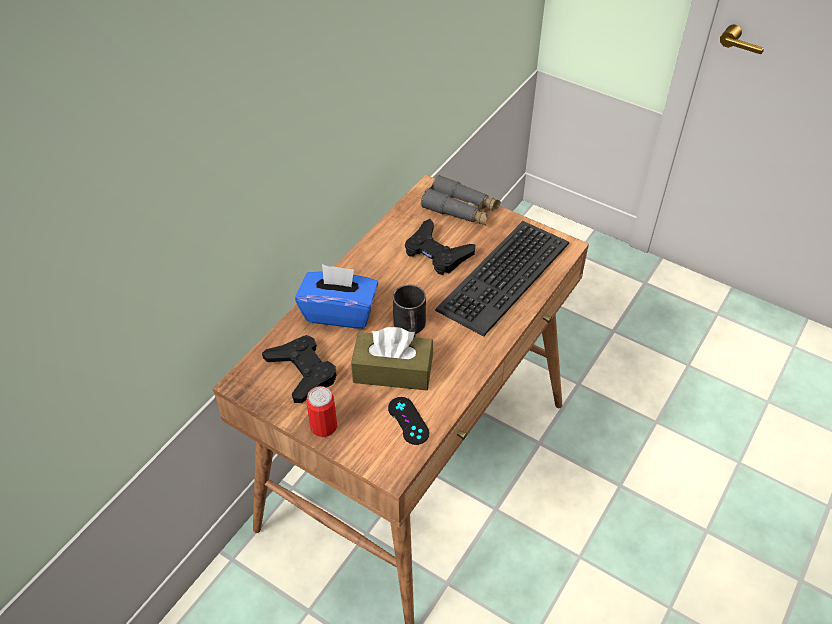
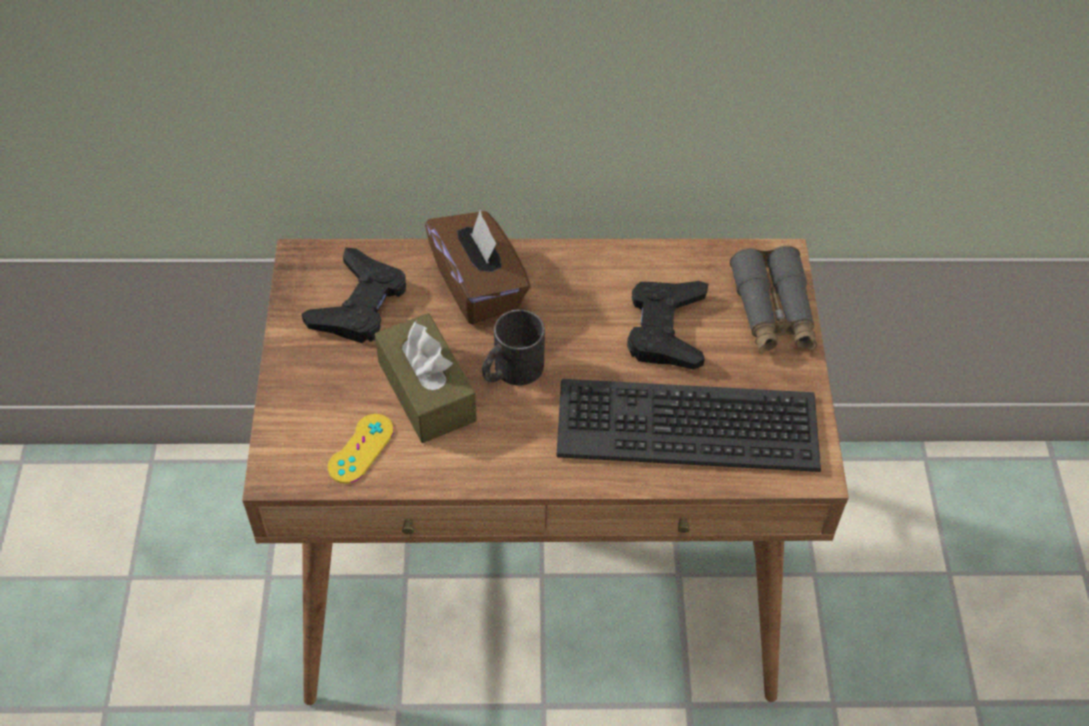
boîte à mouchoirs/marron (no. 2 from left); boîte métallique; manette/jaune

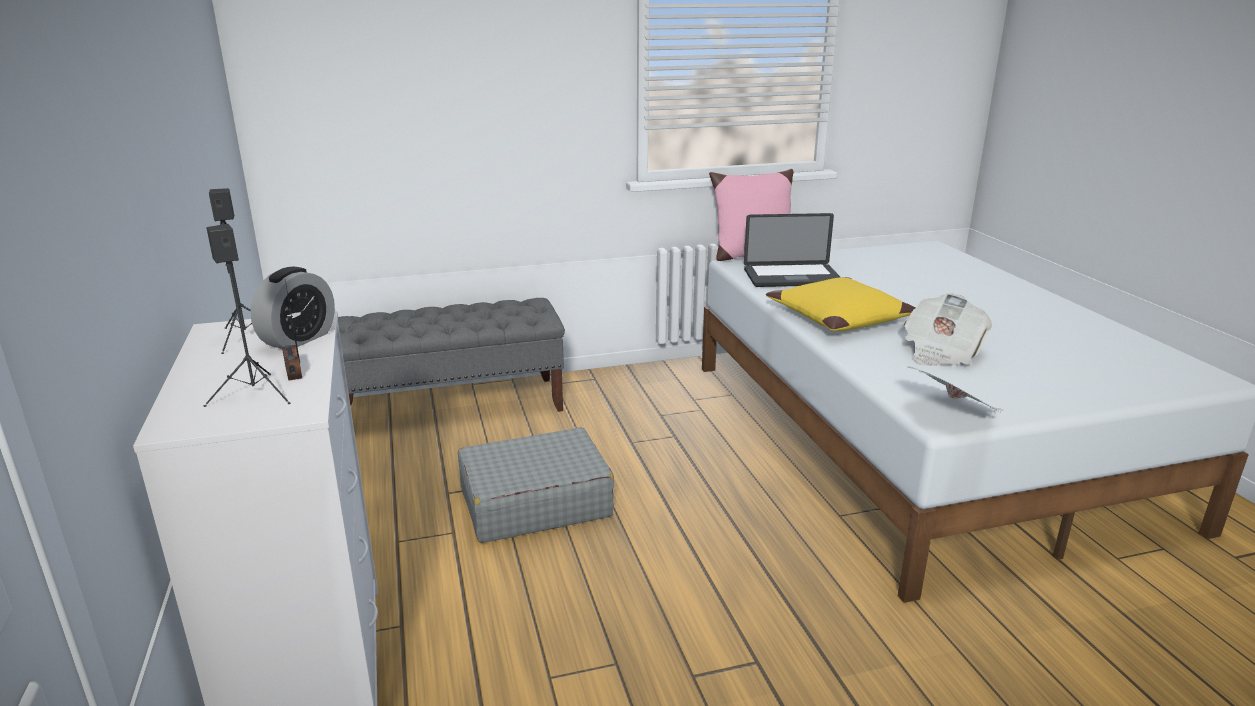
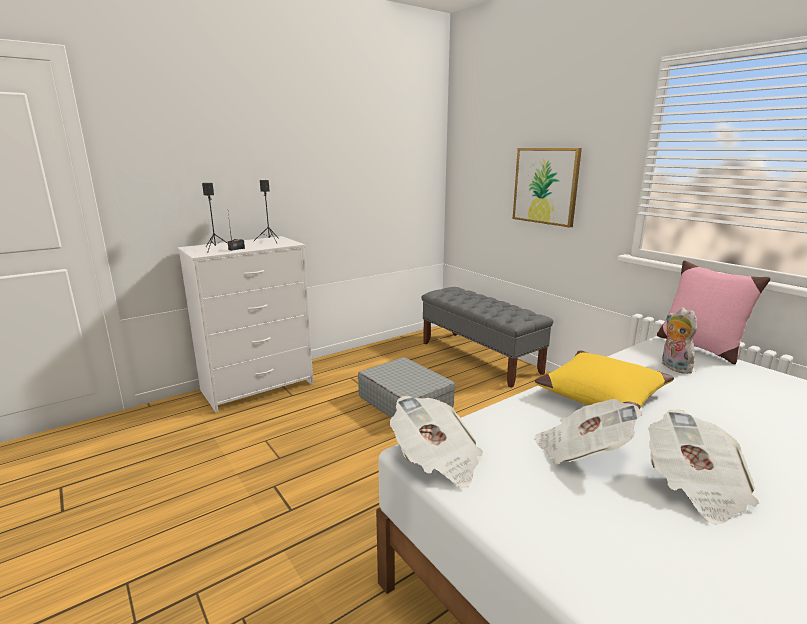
peluche; réveil; tableau; journal (no. 3 from left)

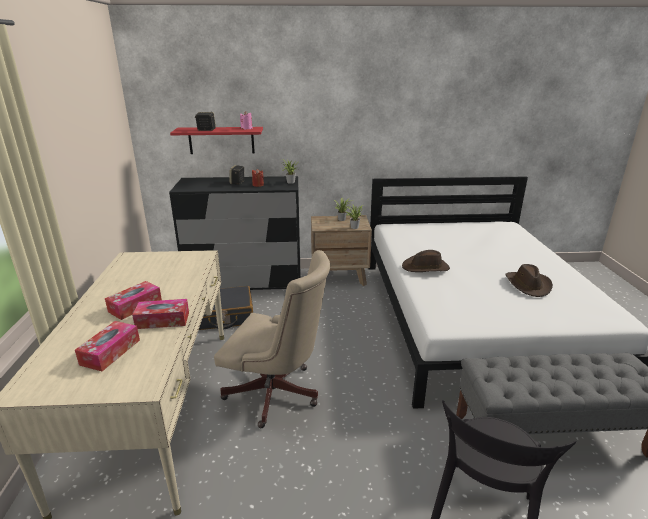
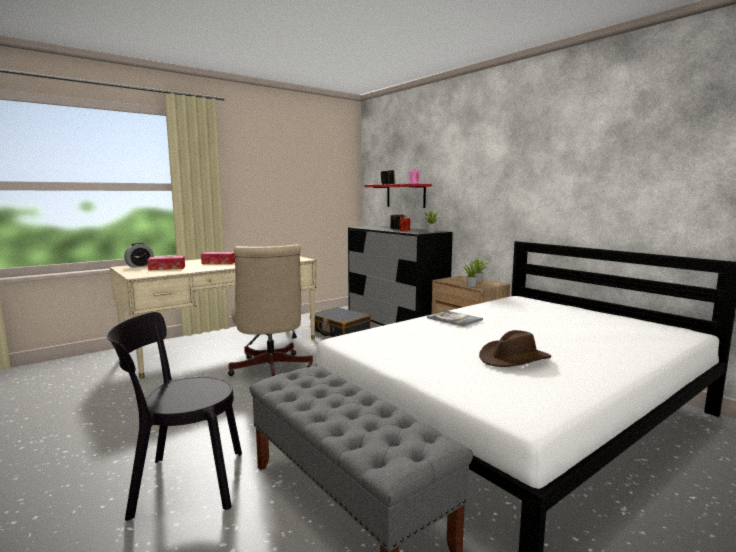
livre; boîte à mouchoirs (no. 3 from left in the first image); réveil

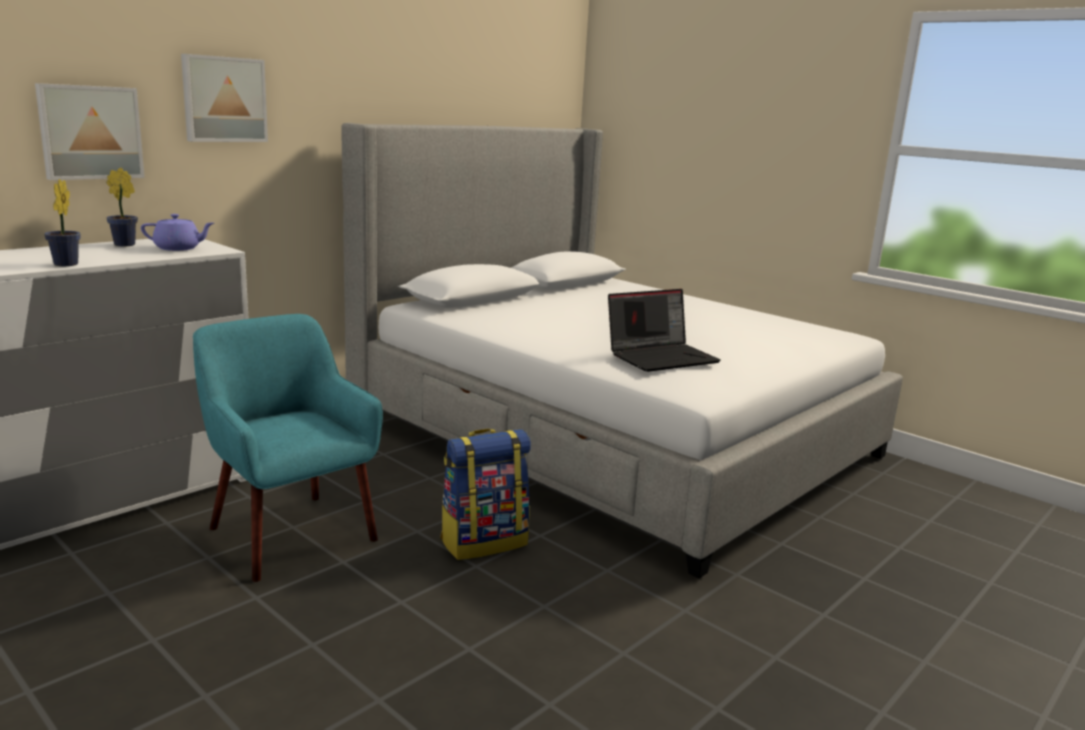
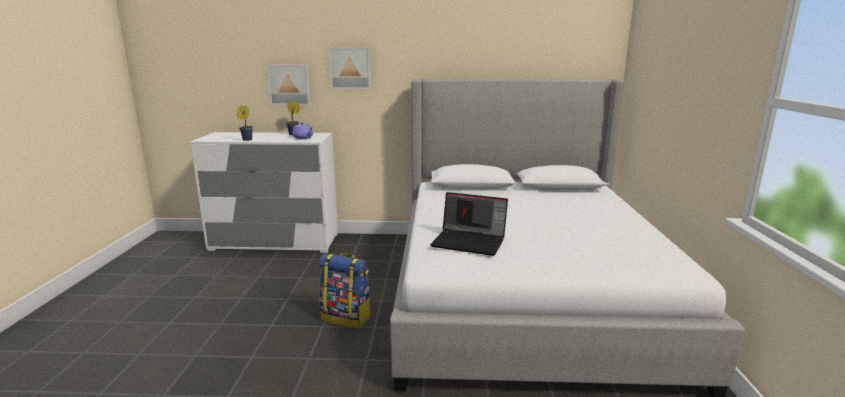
fauteuil/turquoise

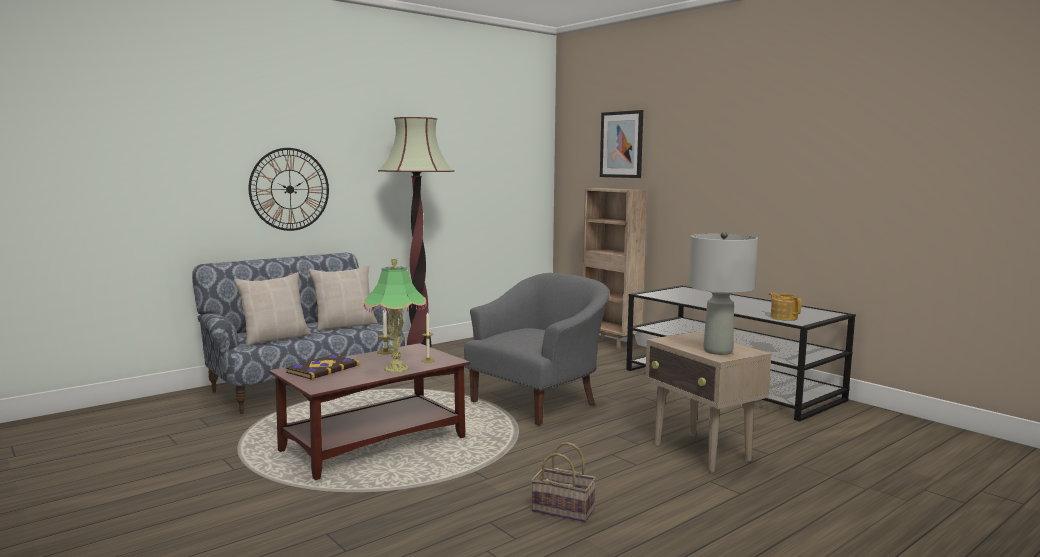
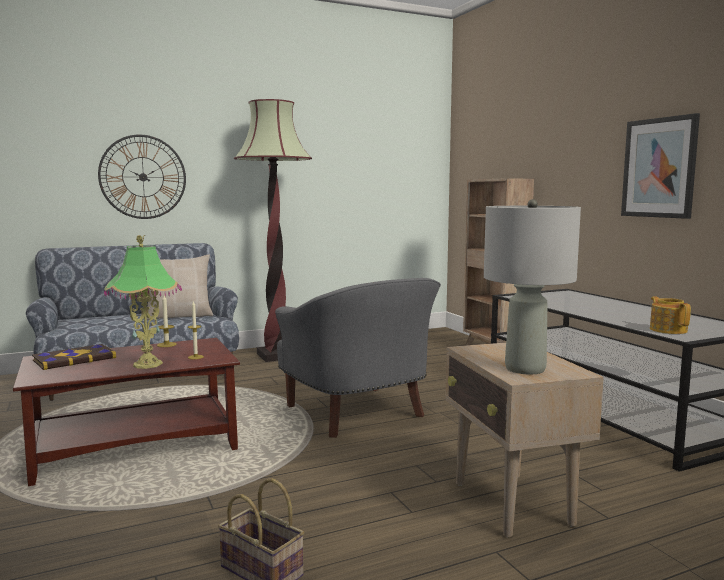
tableau; coussin/beige (no. 1 from left in the first image); fauteuil/gris

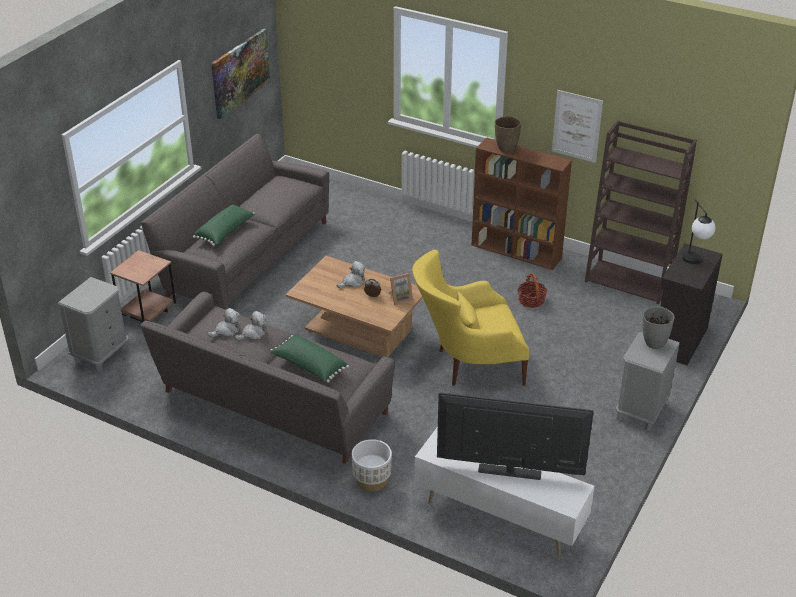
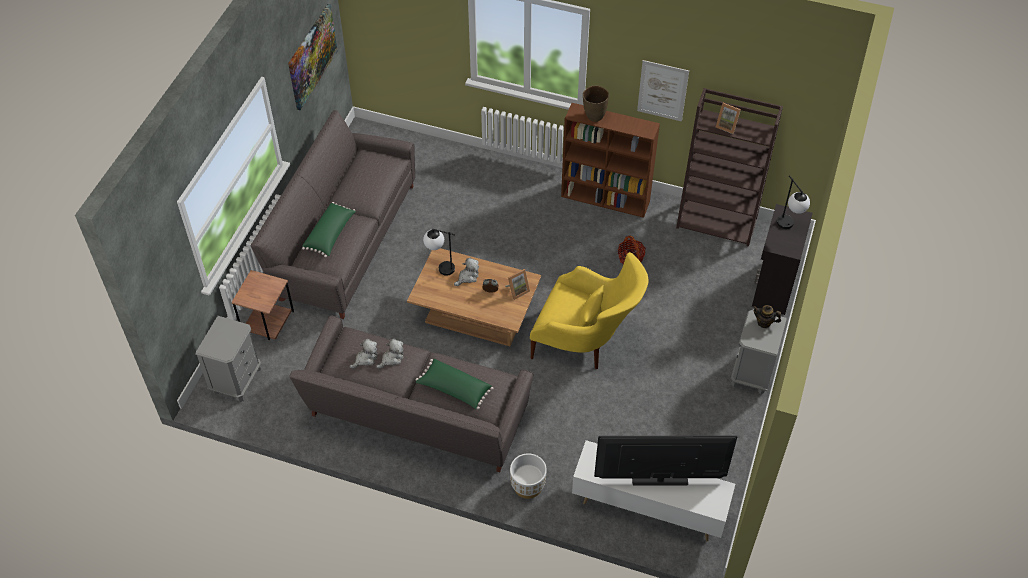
fauteuil/jaune; théière; cadre photo (no. 2 from left); lampe de table (no. 1 from left)

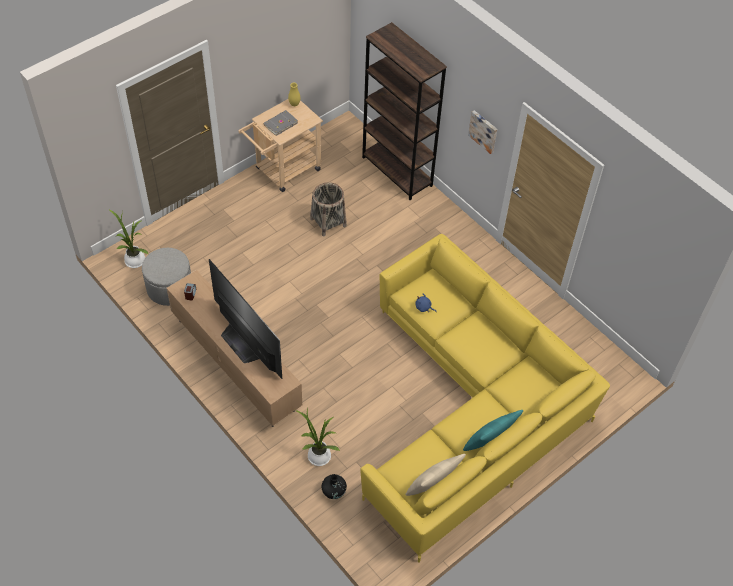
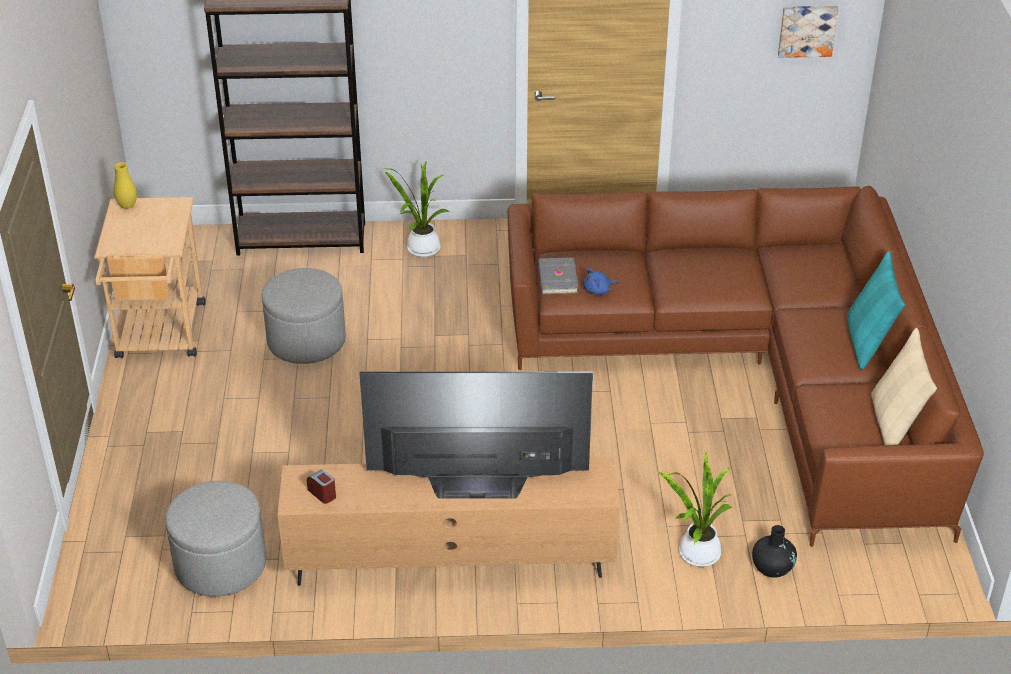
livre/gris; tableau; pouf/gris (no. 2 from left); plante en pot (no. 1 from left); canapé/marron

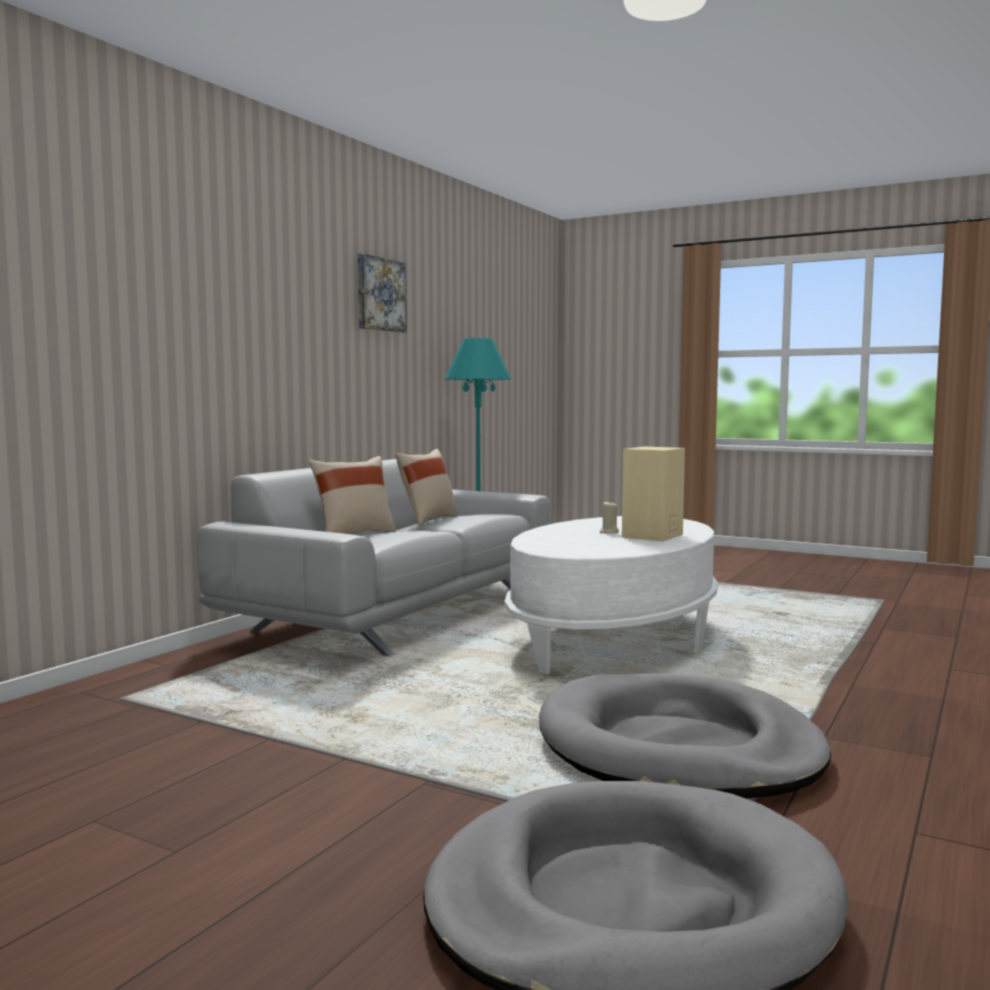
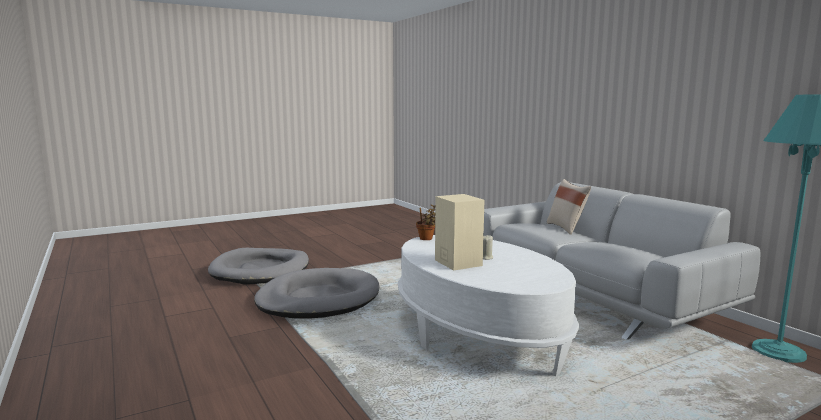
tableau; coussin/beige (no. 2 from left in the first image); plante en pot

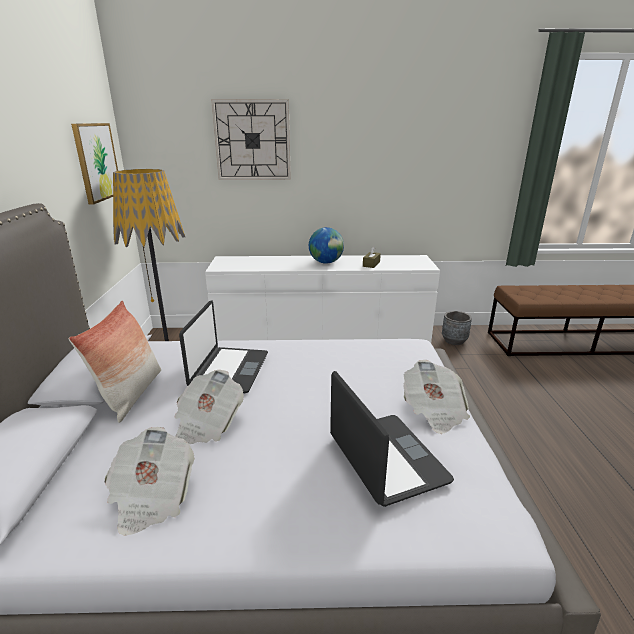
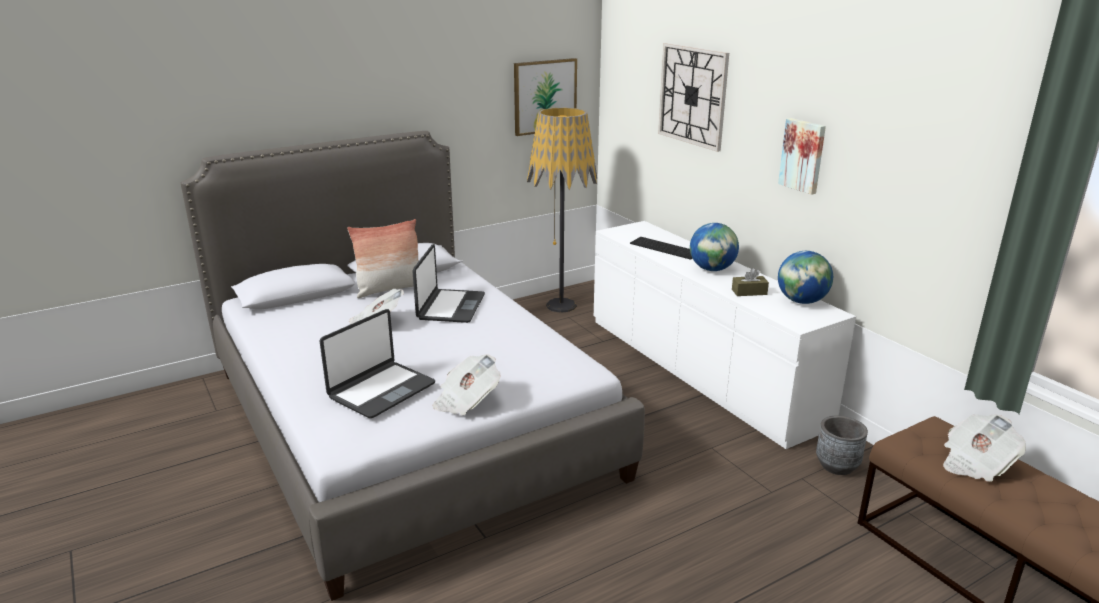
ordinateur portable (no. 2 from left); journal (no. 3 from left); tableau (no. 2 from left); clavier; globe (no. 2 from left)

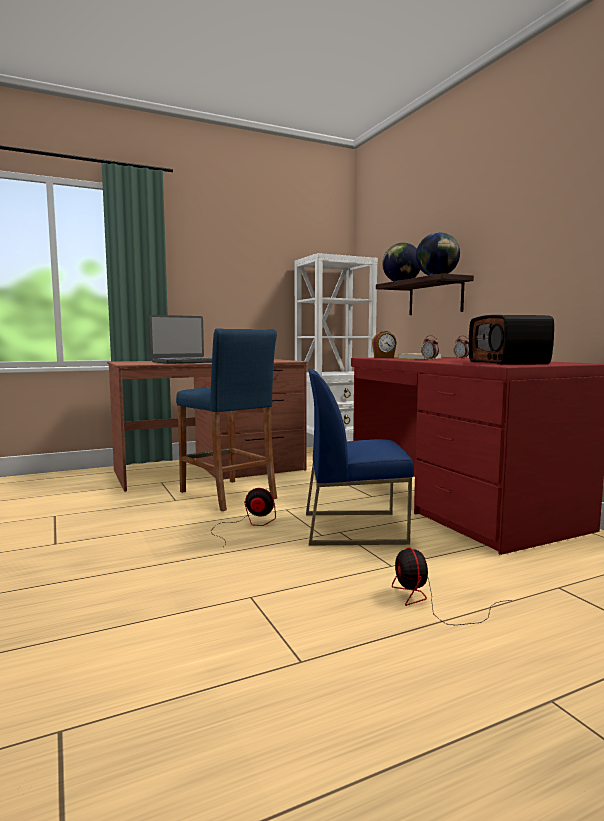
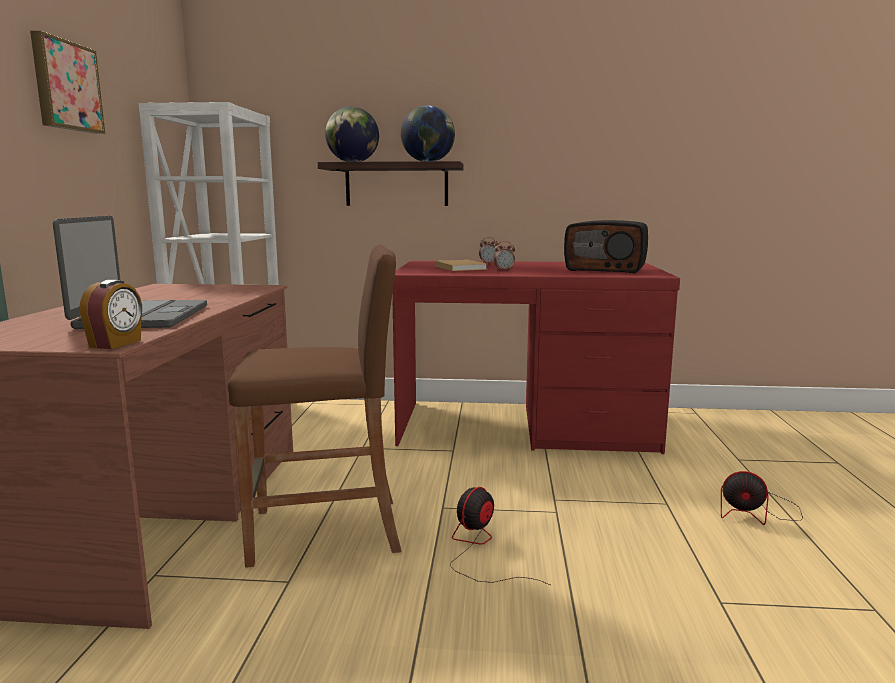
tabouret/marron; réveil (no. 1 from left); chaise/bleu; tableau

